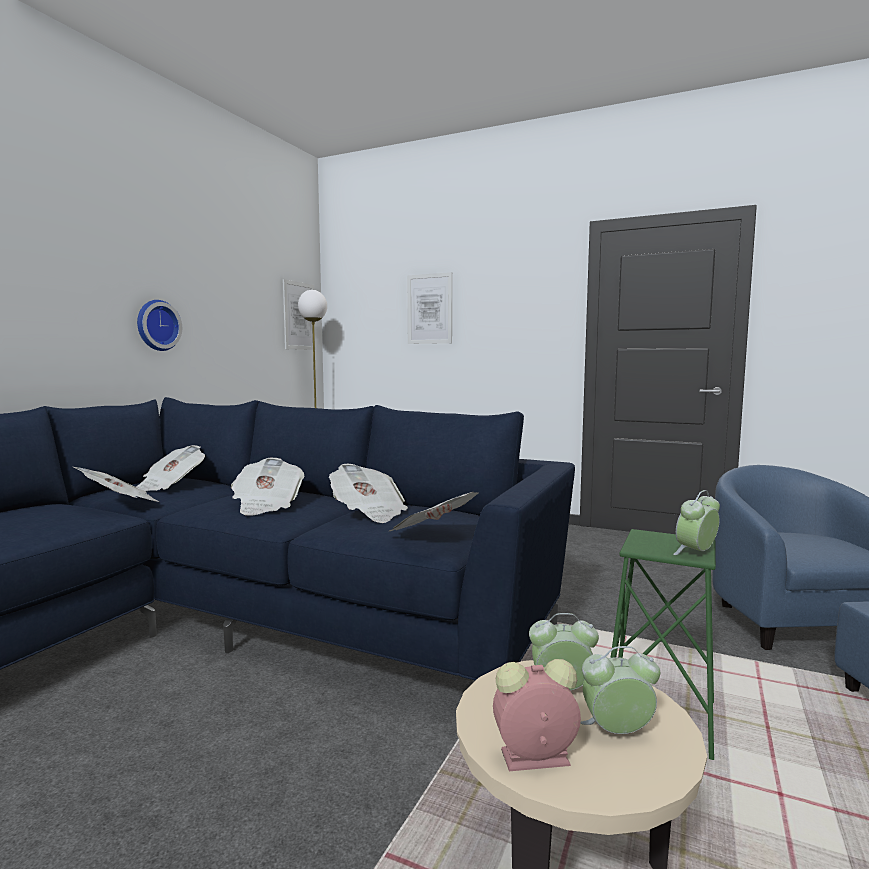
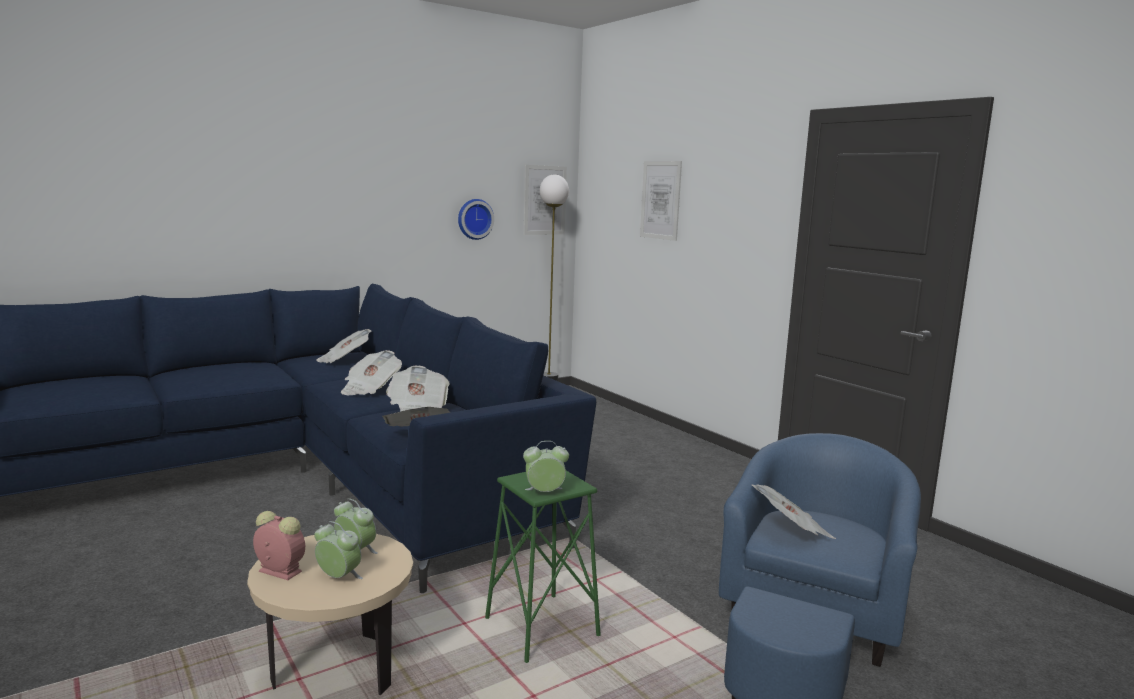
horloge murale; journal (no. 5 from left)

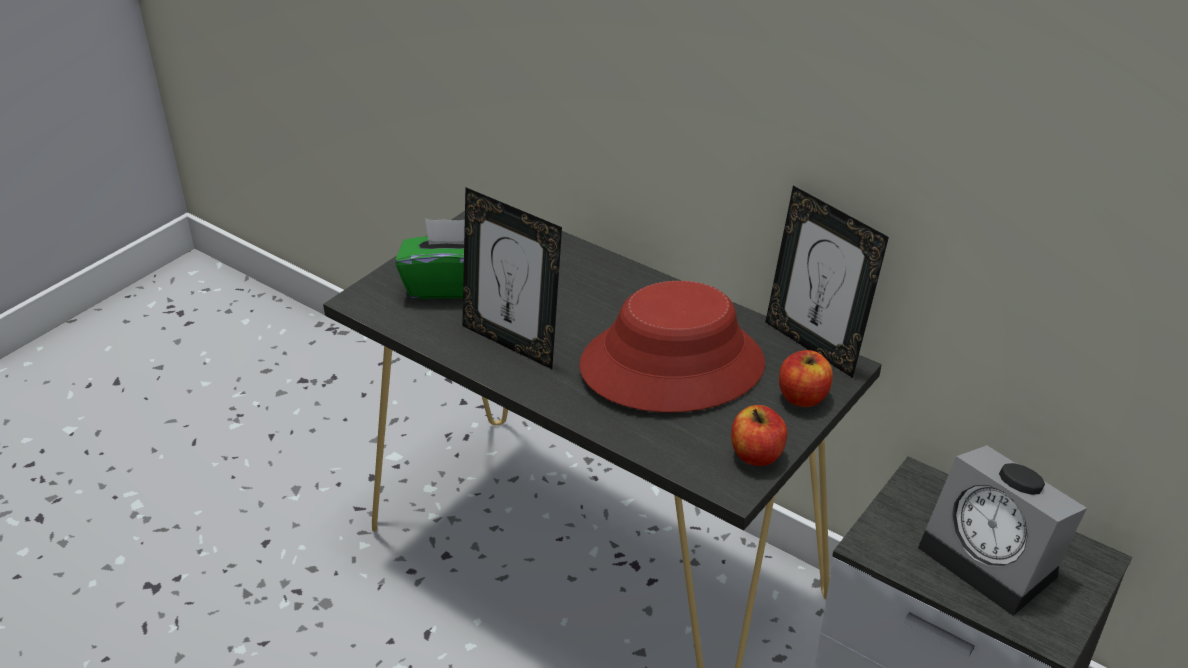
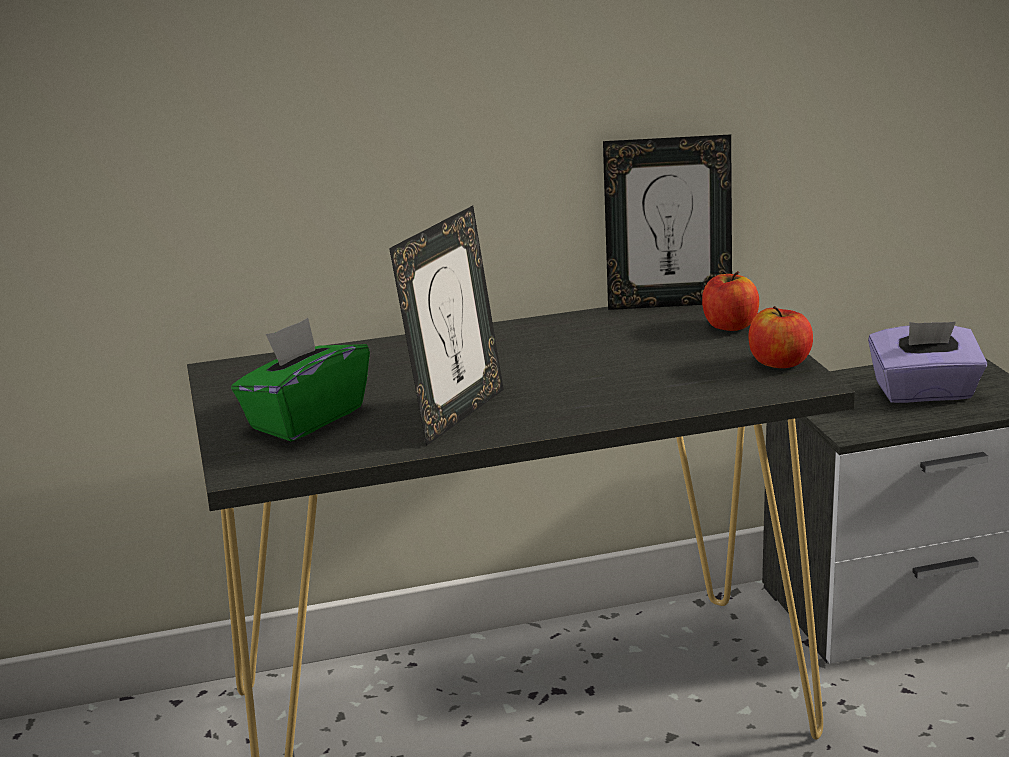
cadre photo (no. 1 from left); chapeau/rouge; boîte à mouchoirs/violet

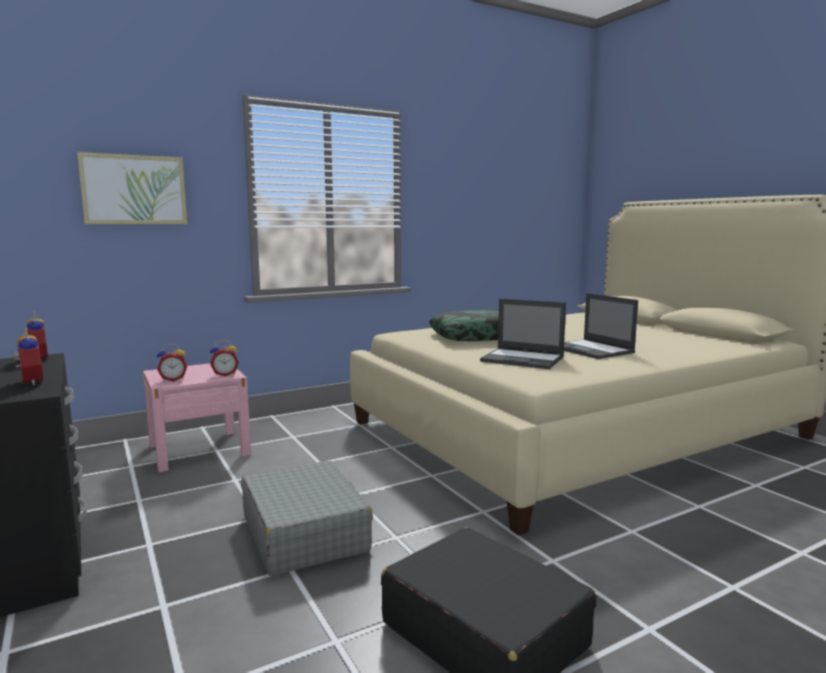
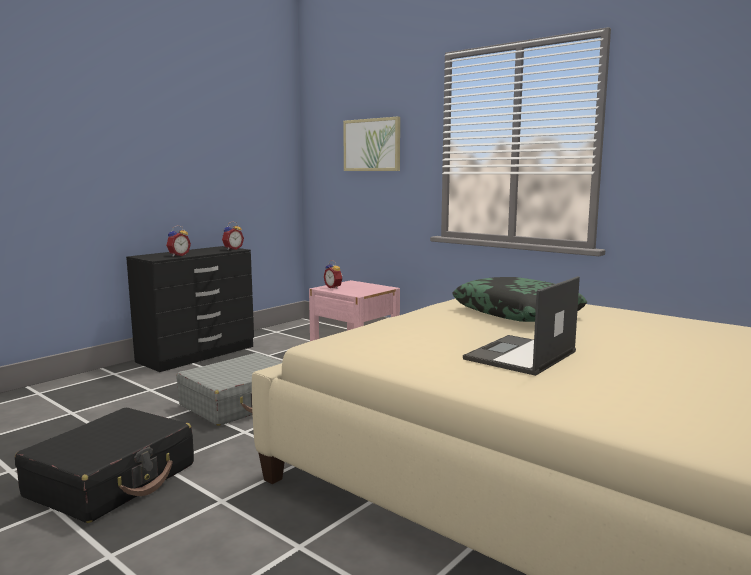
ordinateur portable (no. 1 from left in the first image); réveil (no. 4 from left in the first image)

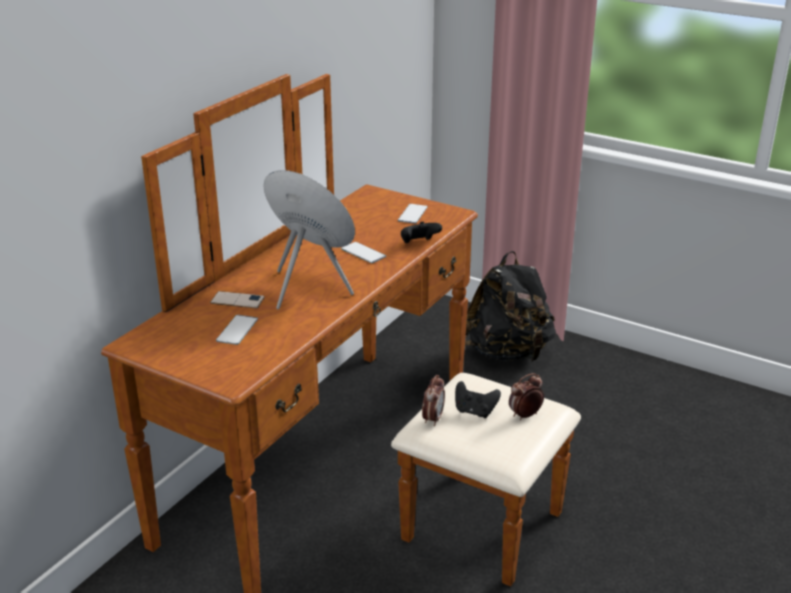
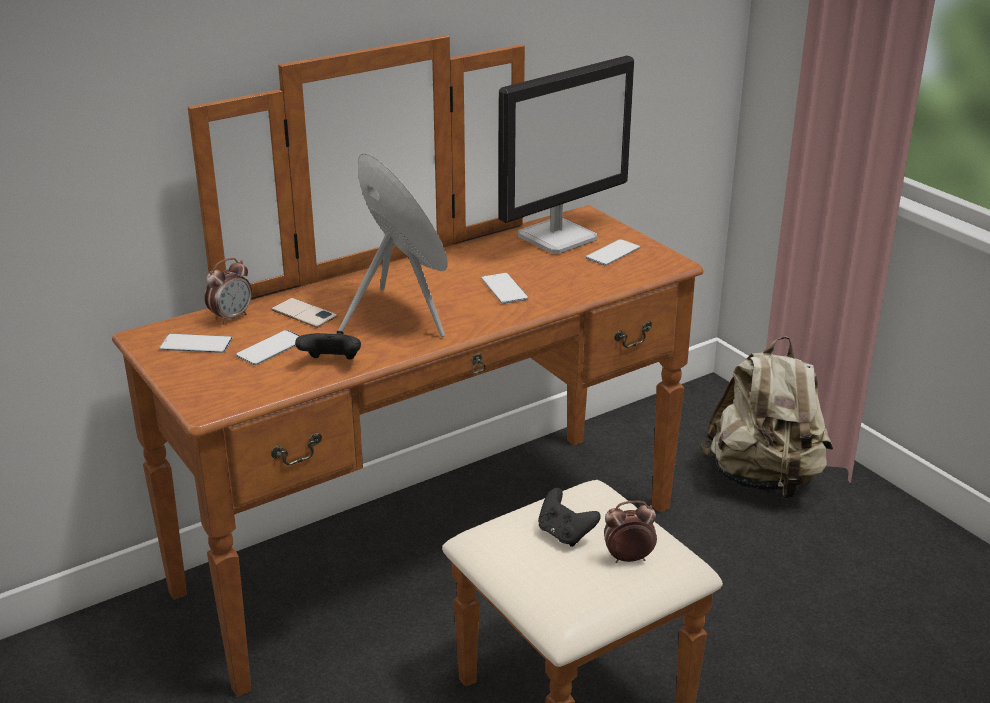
manette/noir (no. 1 from left); sac à dos/beige; réveil (no. 1 from left); écran d'ordinateur; téléphone (no. 1 from left)

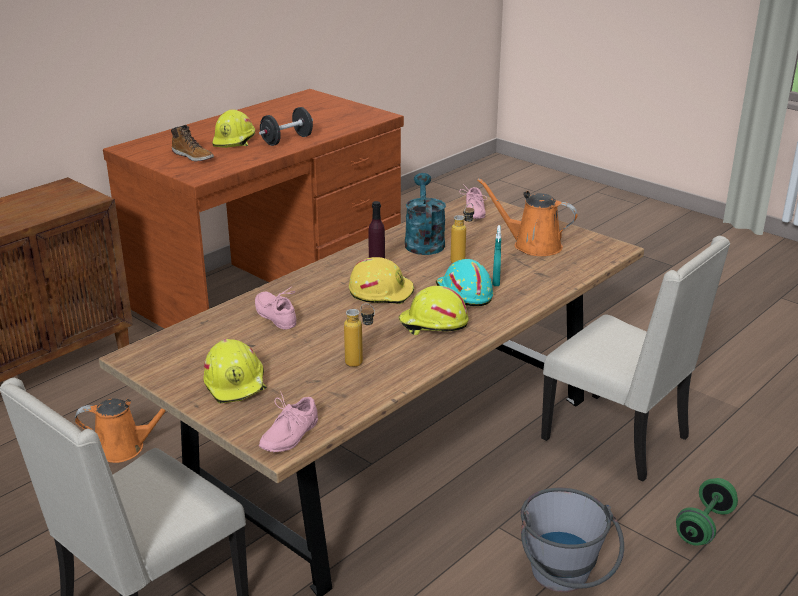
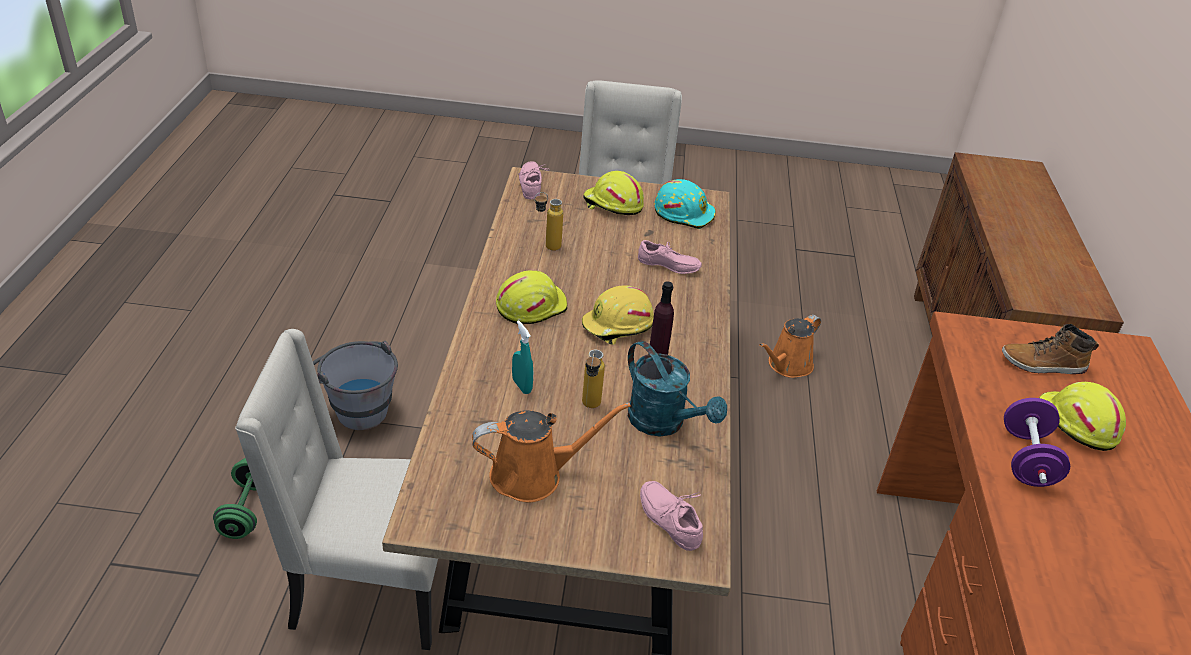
haltère/violet; casque de chantier/turquoise

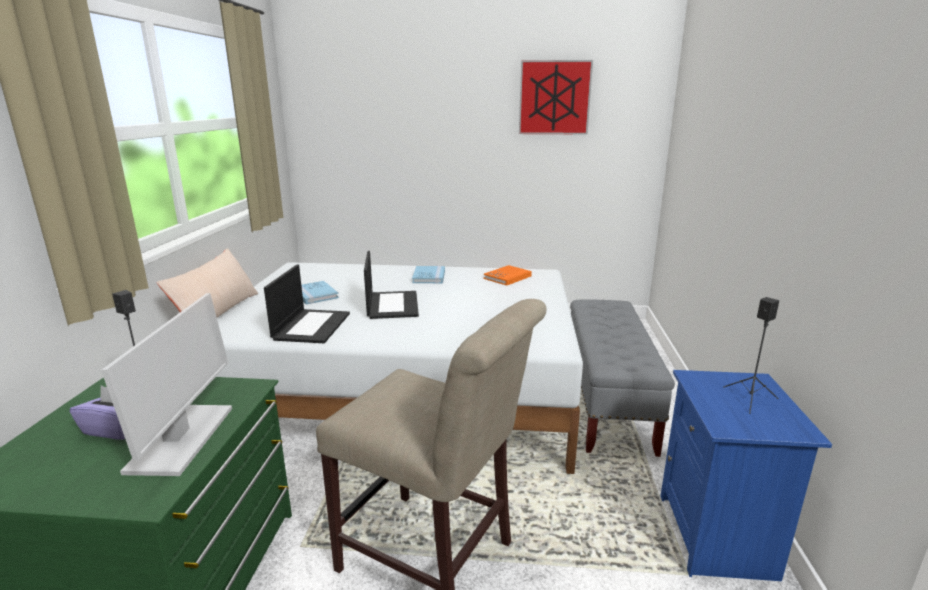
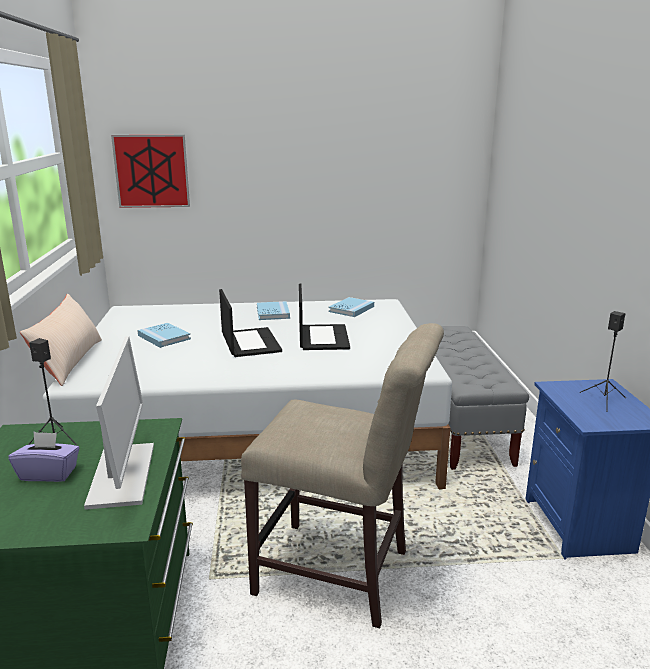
tableau; ordinateur portable (no. 2 from left); livre/bleu (no. 3 from left)

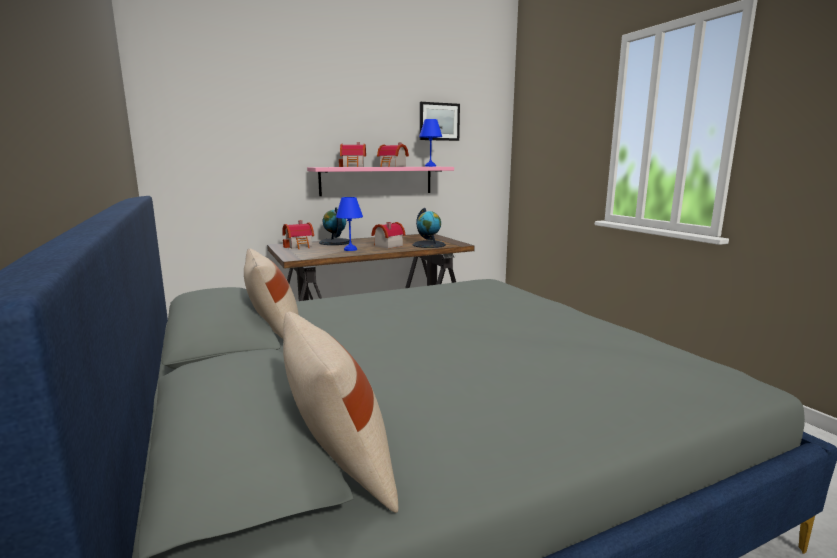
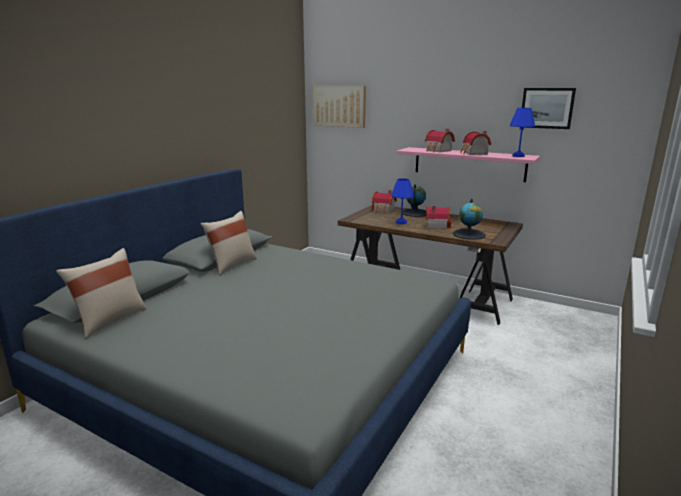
tableau (no. 1 from left)

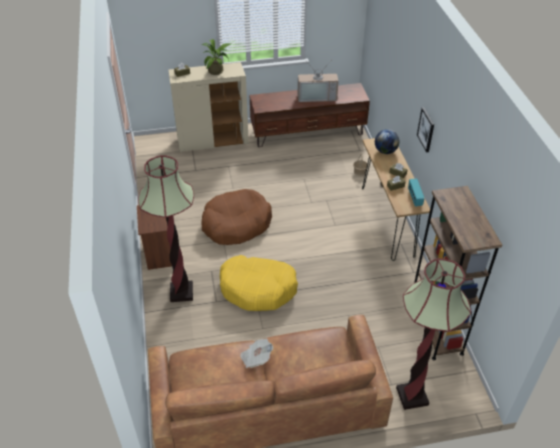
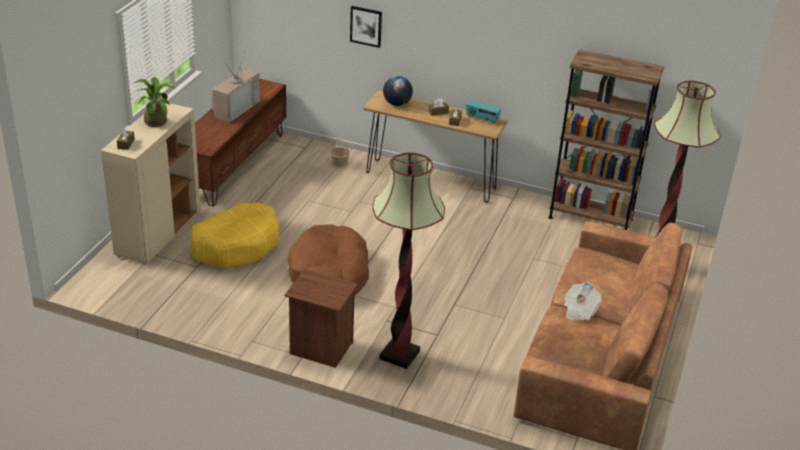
tableau; panier pour chien/jaune

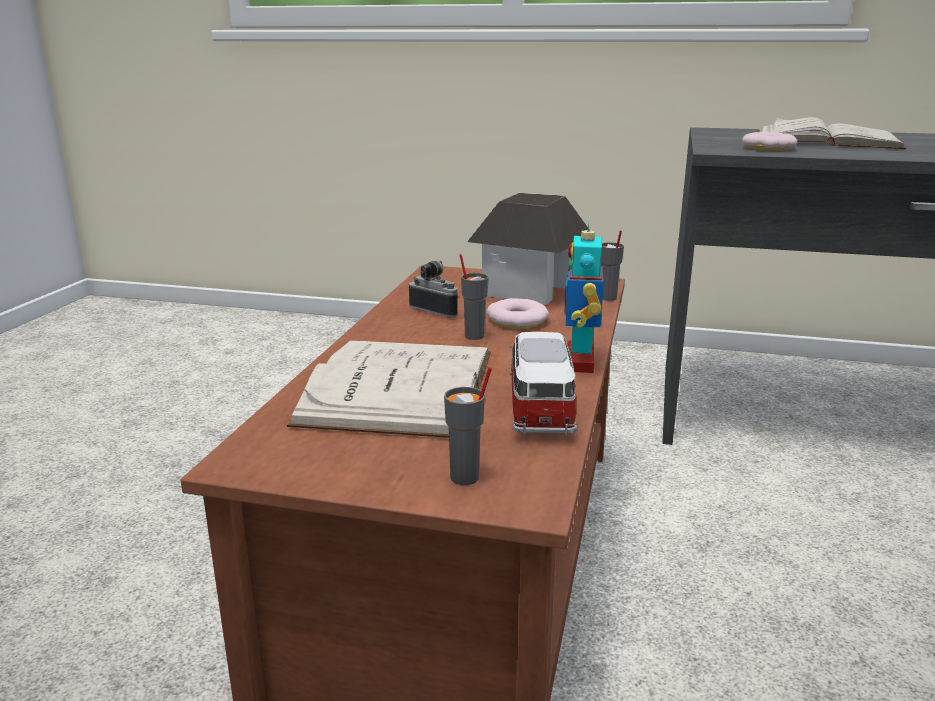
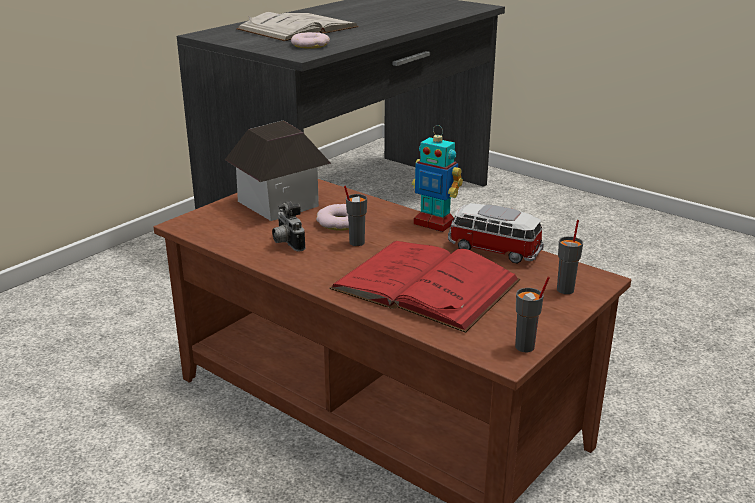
tasse/gris (no. 2 from left); appareil photo; livre/rouge

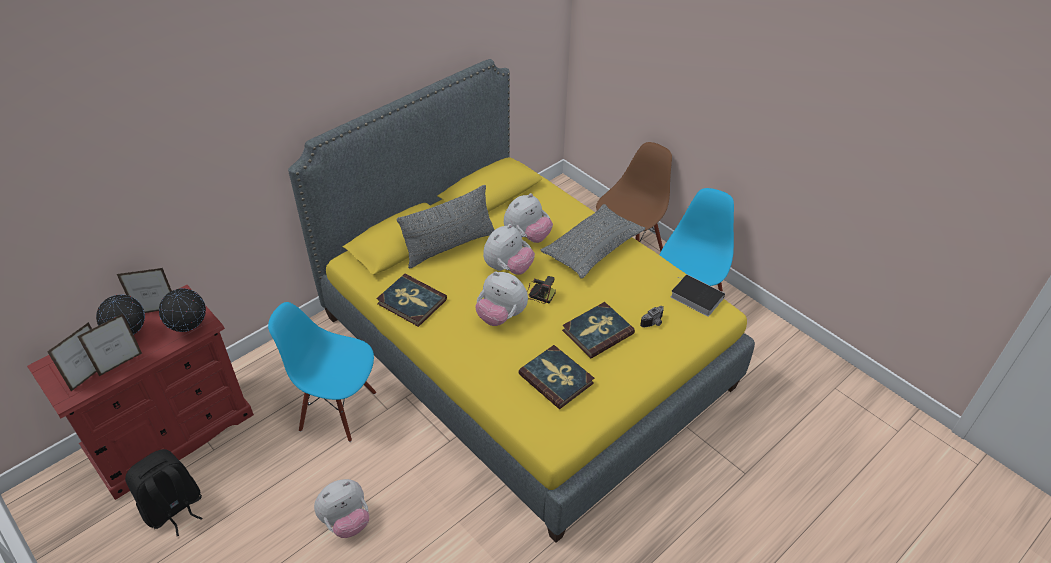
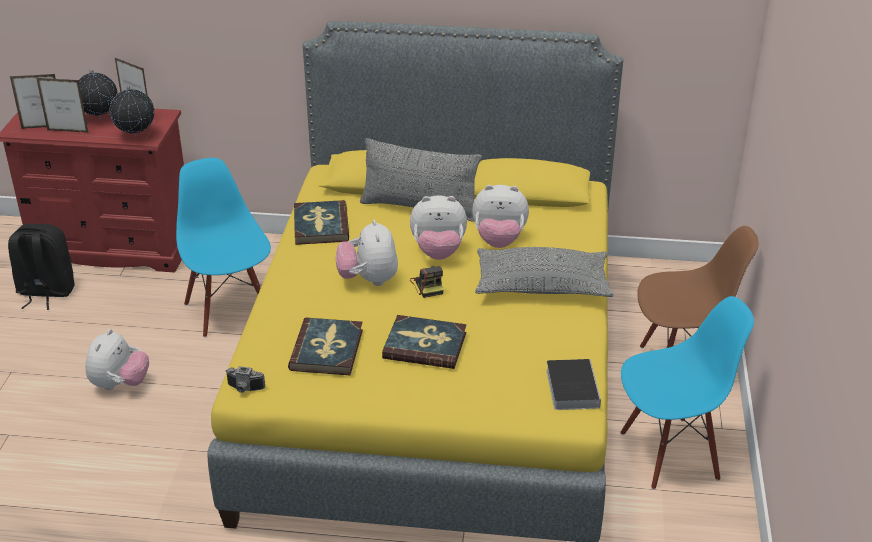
appareil photo (no. 1 from left); peluche (no. 1 from left)

